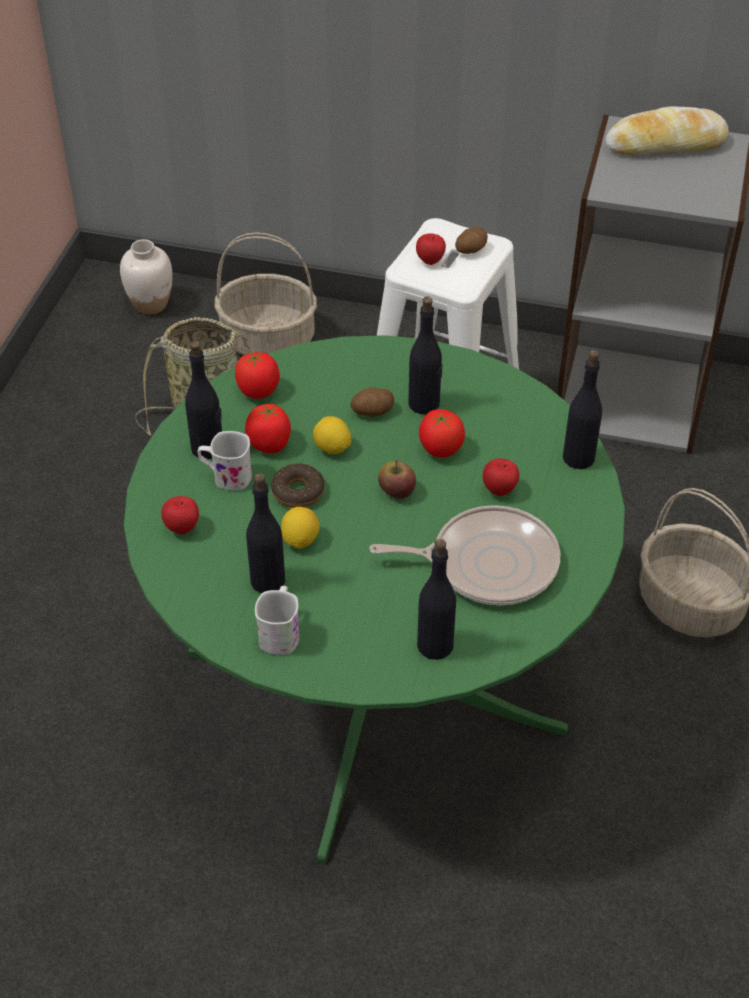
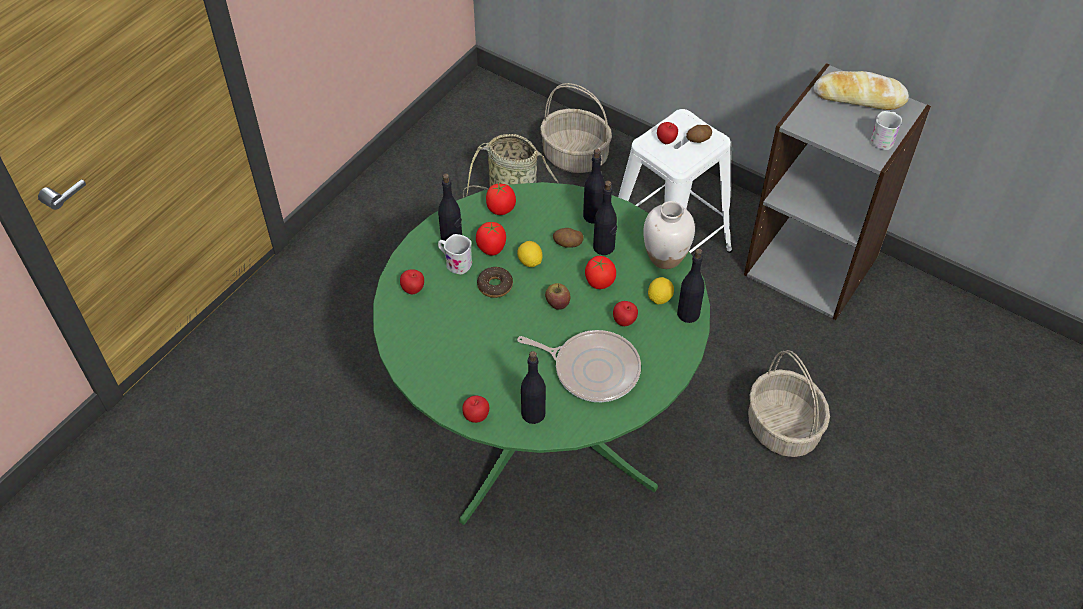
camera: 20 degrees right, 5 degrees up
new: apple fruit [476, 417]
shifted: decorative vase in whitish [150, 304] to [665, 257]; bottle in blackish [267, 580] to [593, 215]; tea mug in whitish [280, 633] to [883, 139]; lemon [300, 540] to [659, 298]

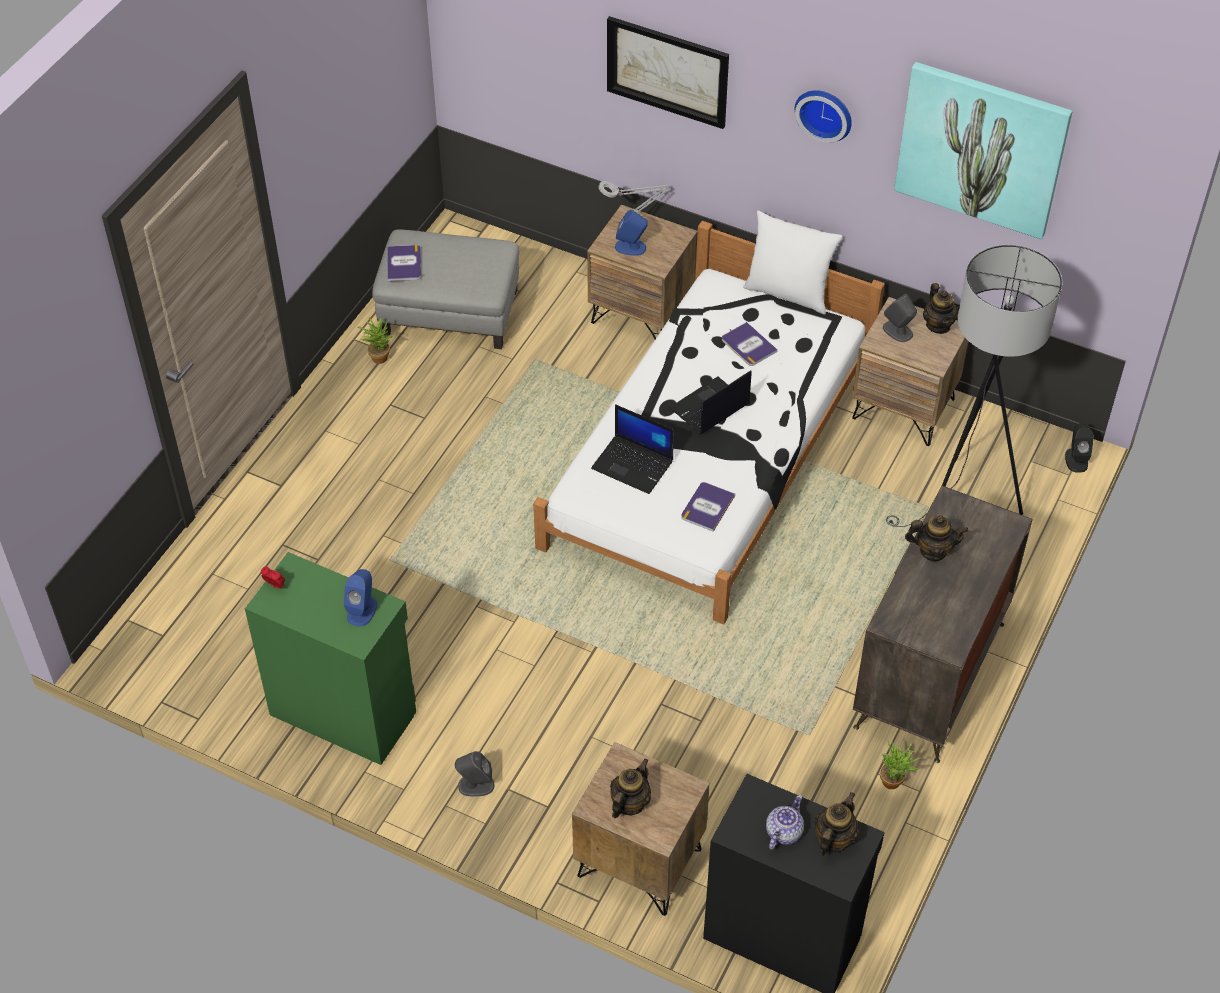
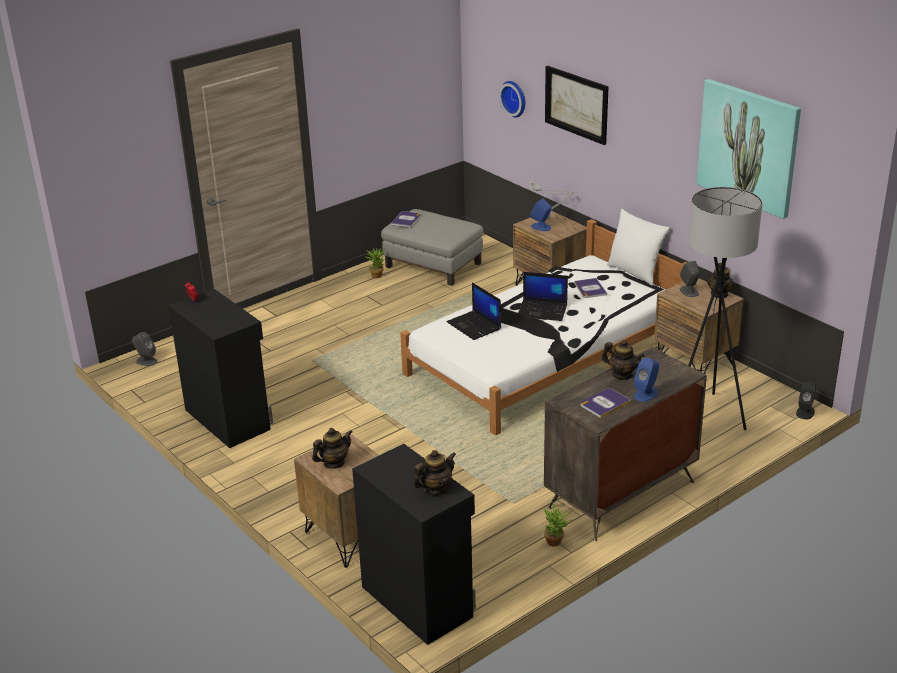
camera: 25 degrees right, 20 degrees down
gone: tea pot [783, 832]
shifted: speaker in blue-coloured [362, 610] to [646, 394]; speaker in gray [475, 785] to [146, 361]; volume [707, 507] to [604, 403]; wall clock [825, 113] to [515, 98]
repainted: cupboard in green [343, 711] to cupboard in blackish [228, 418]
rotated: laptop [709, 407] = [543, 310] 150 degrees counterclockwise

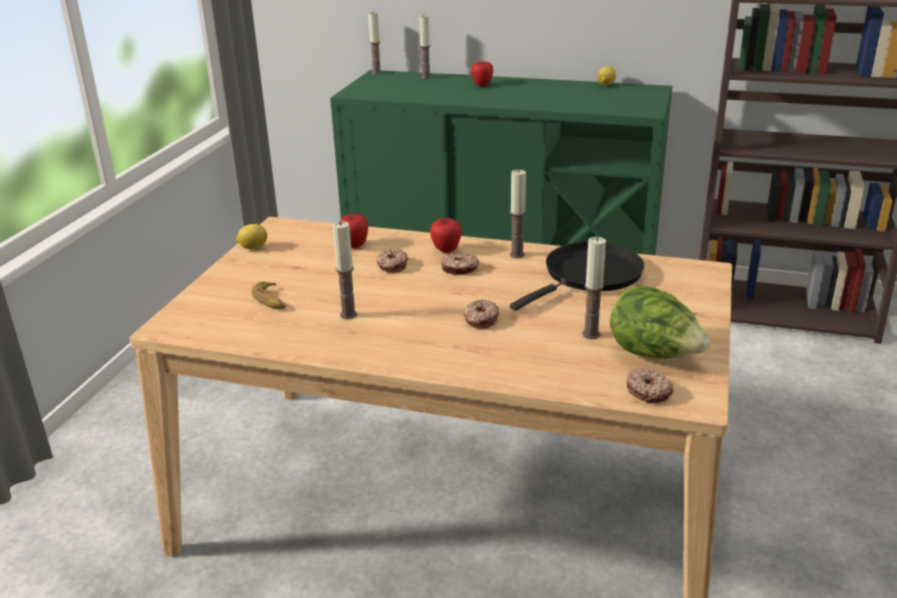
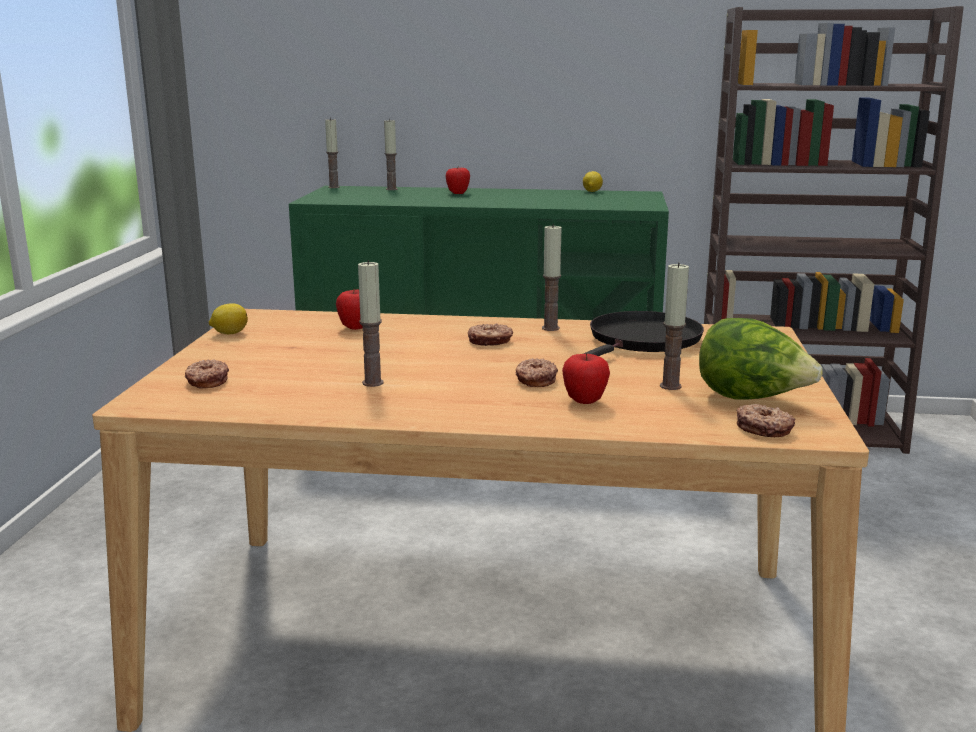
camera: 10 degrees left, 10 degrees down
gone: whole banana [271, 300]
shifted: ring doughnut [392, 266] to [206, 381]; apple fruit [446, 250] to [585, 401]

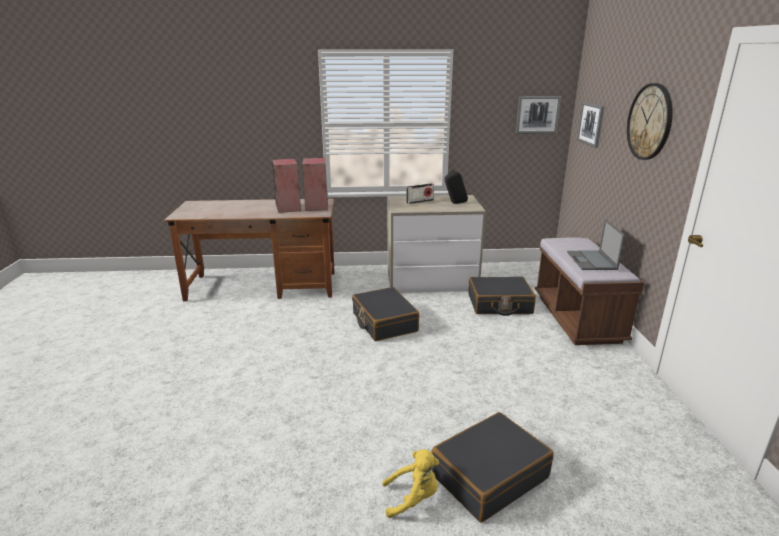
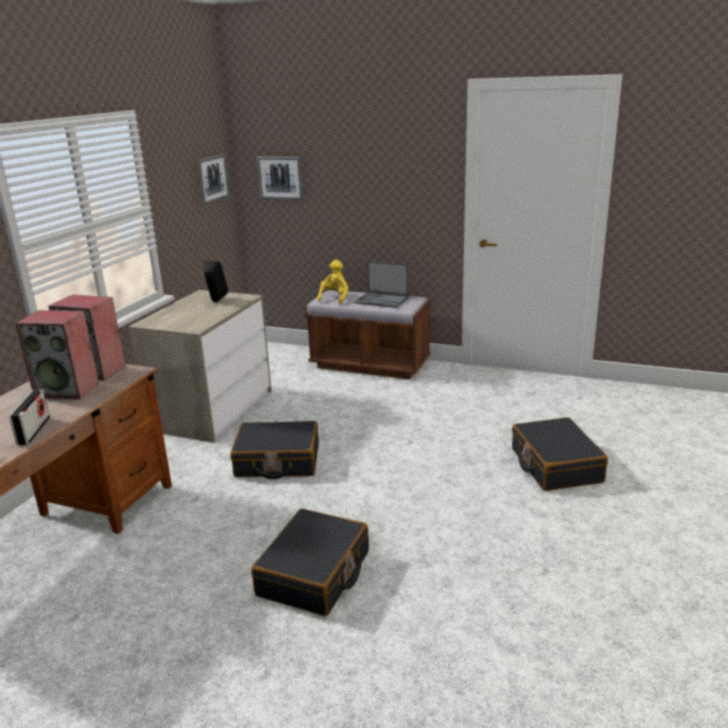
camera: 65 degrees left, 0 degrees up
gone: wall clock [650, 122]
shifted: soft toy in yellow [413, 498] to [335, 298]; radio receiver [419, 201] to [34, 431]; suitcase in blackish [499, 304] to [314, 574]

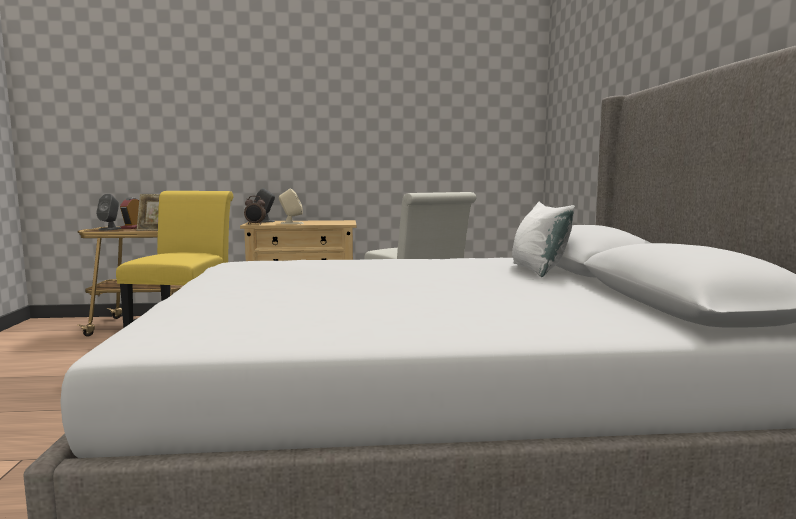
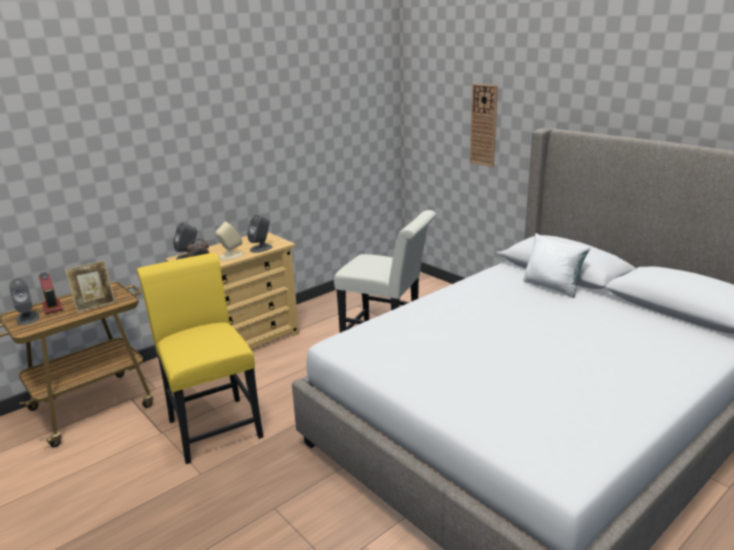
camera: 35 degrees left, 15 degrees up
new: speaker in gray [261, 248]; wall clock [484, 125]

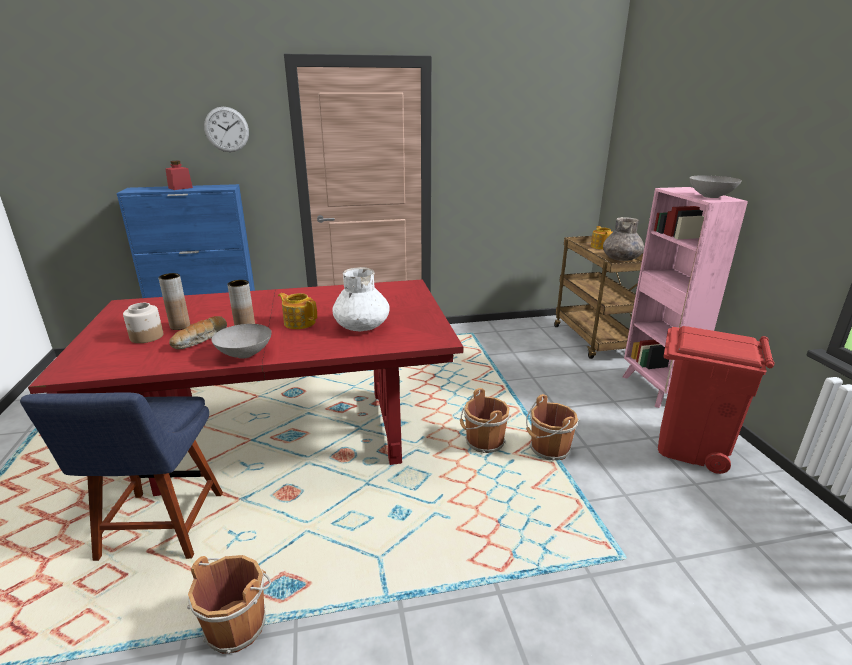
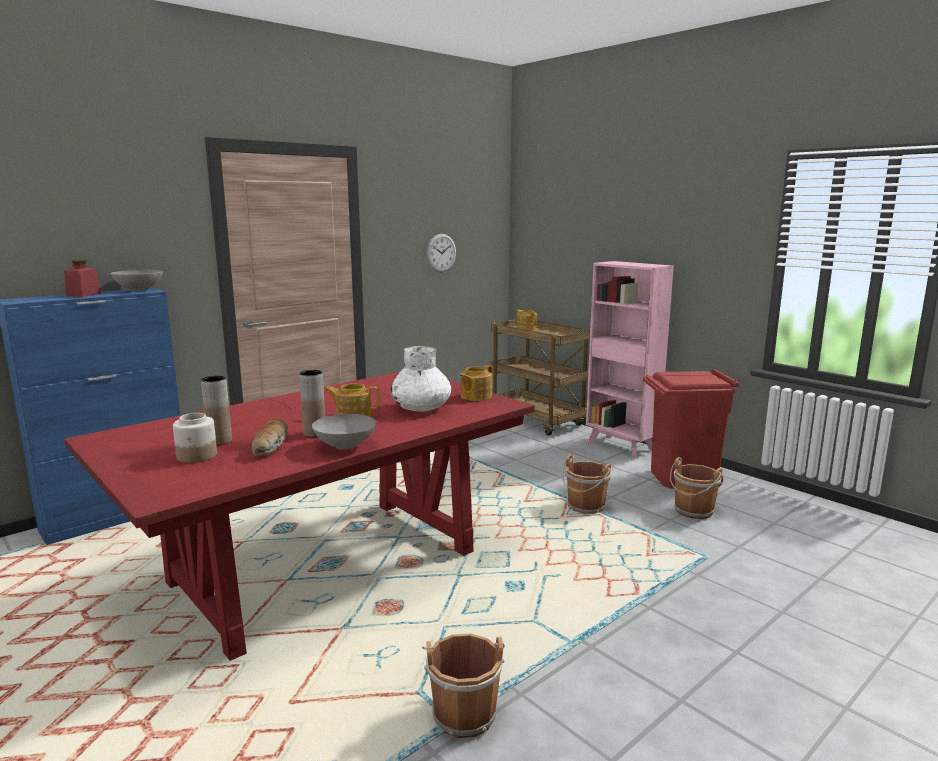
camera: 30 degrees left, 10 degrees down
gone: upright chair in blue-coloured [160, 530]; decorative vase in gray [621, 259]
new: tea pot [475, 396]
shifted: wall clock [226, 129] to [441, 253]; pail in brown [483, 443] to [693, 511]; serving bowl in gray [711, 196] to [139, 290]

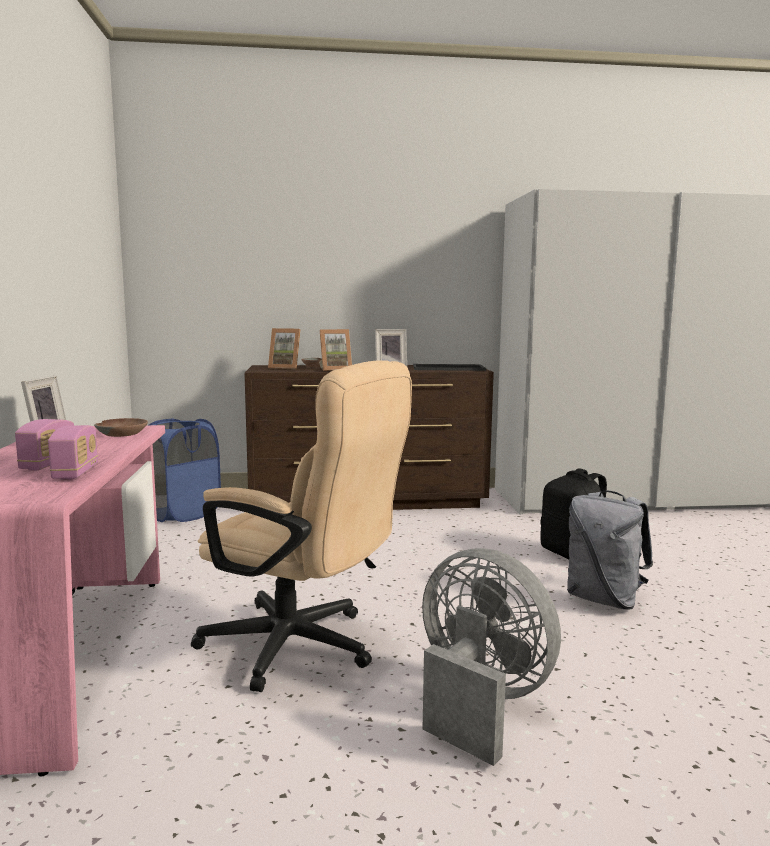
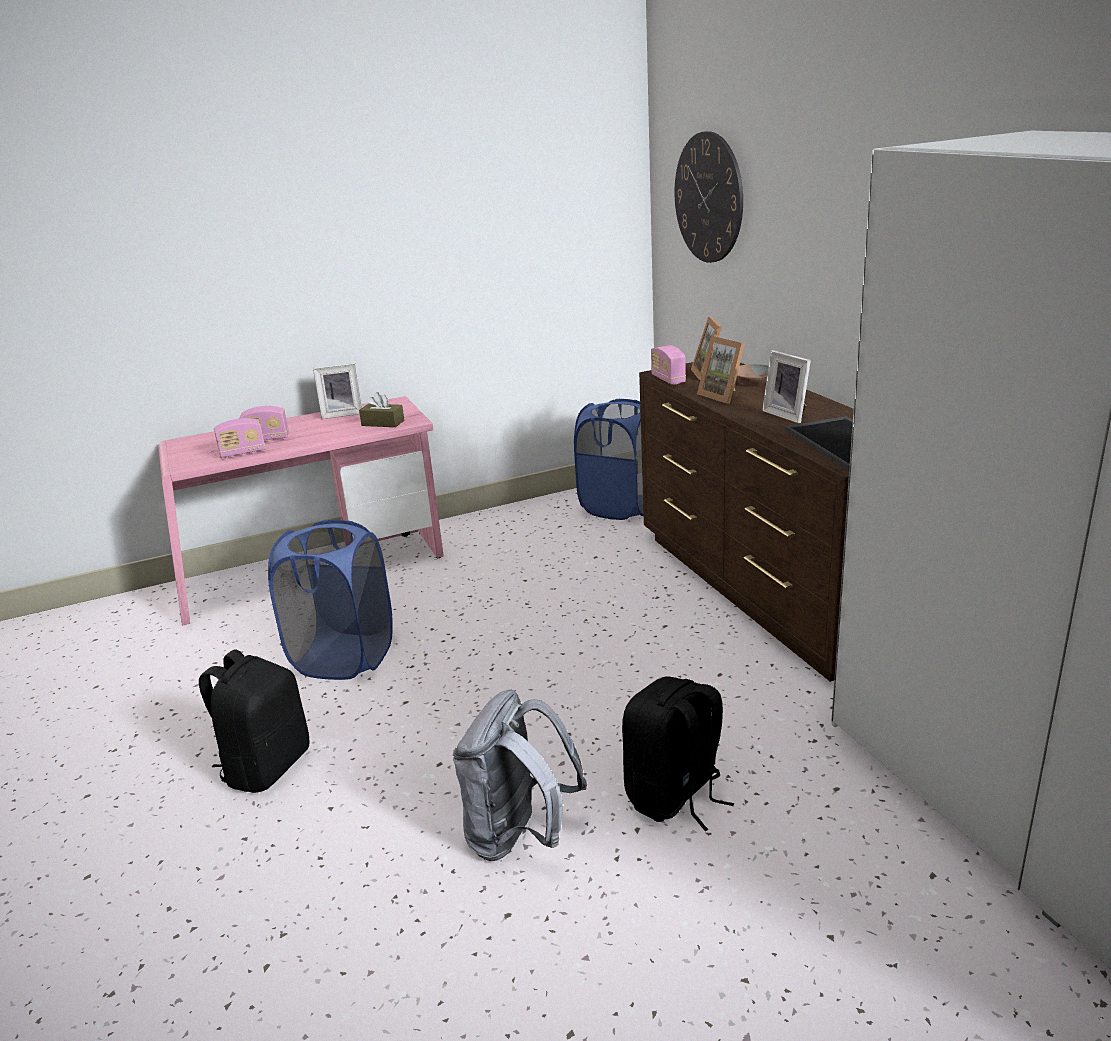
camera: 75 degrees right, 15 degrees up
new: radio receiver [668, 379]; wall clock [708, 198]
swapped: serving bowl in brown [122, 433] to tissue box in brown [383, 423]; office chair in sand-coloured [303, 648] to washing basket in blue-coloured [343, 657]; electric fan in gray [479, 702] to knapsack in blackish [266, 766]

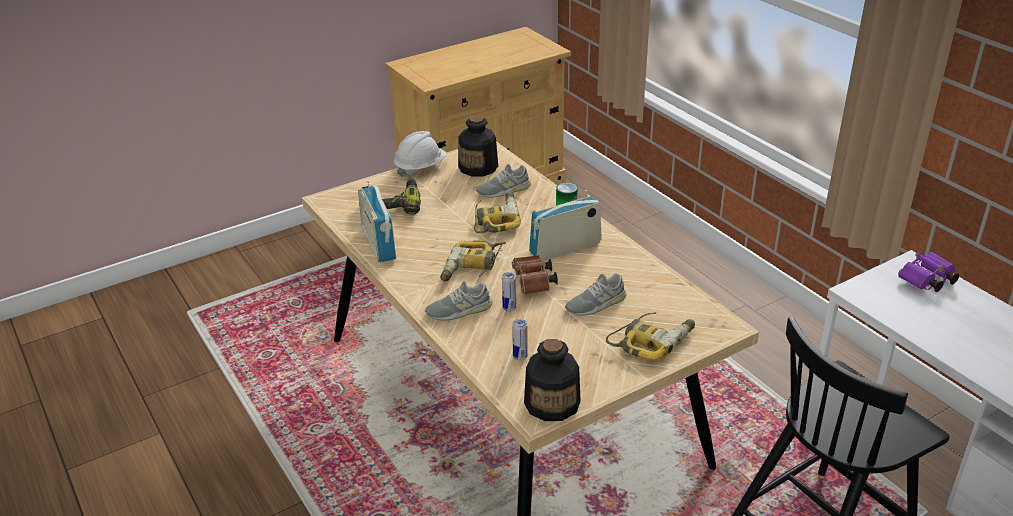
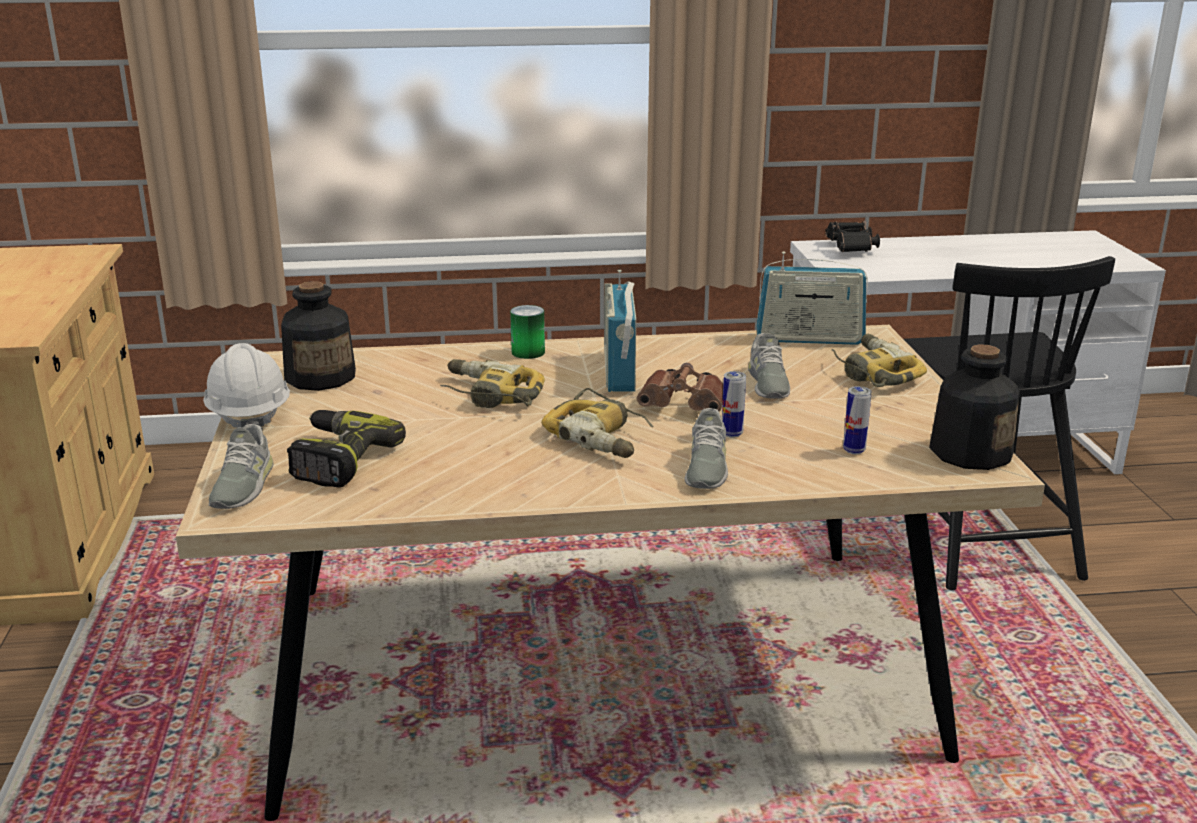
camera: 65 degrees left, 10 degrees down
shifted: radio receiver [379, 244] to [809, 339]; low shoe in gray [503, 190] to [242, 485]
repainted: binoculars in purple-coloured [926, 281] to binoculars in blackish [851, 249]

